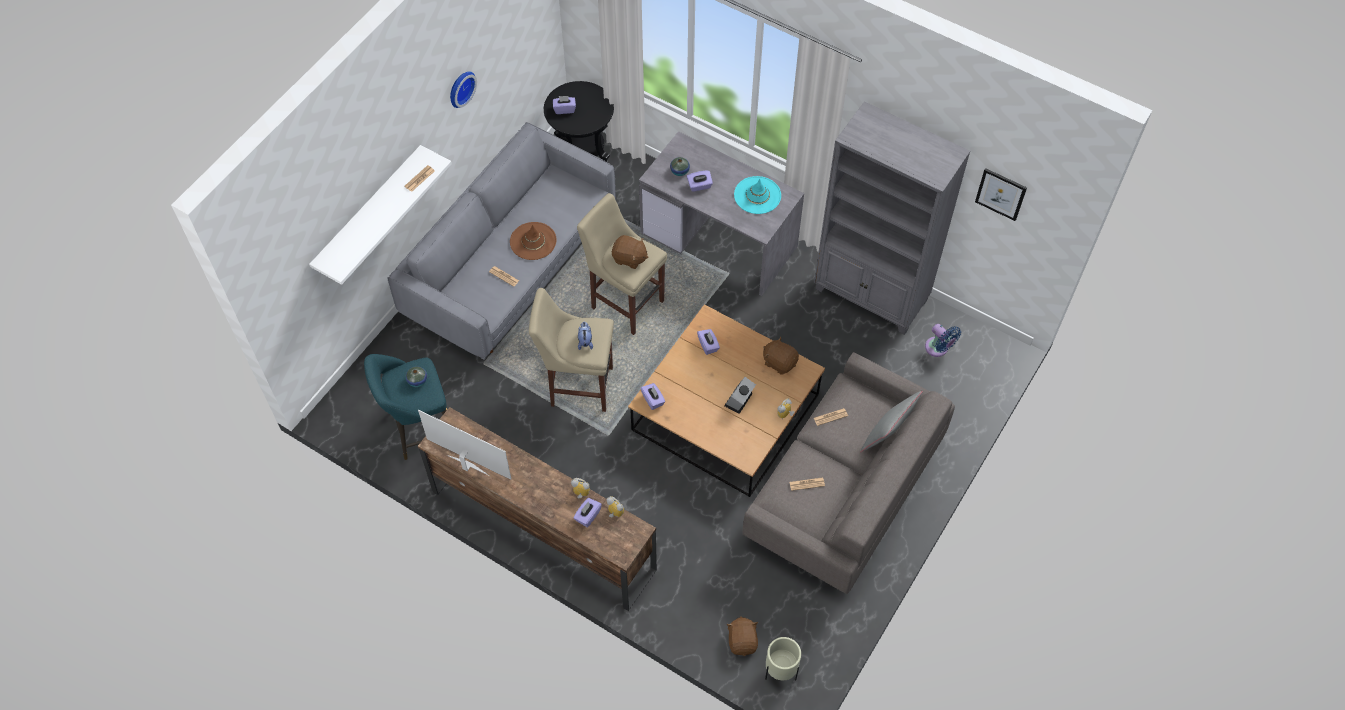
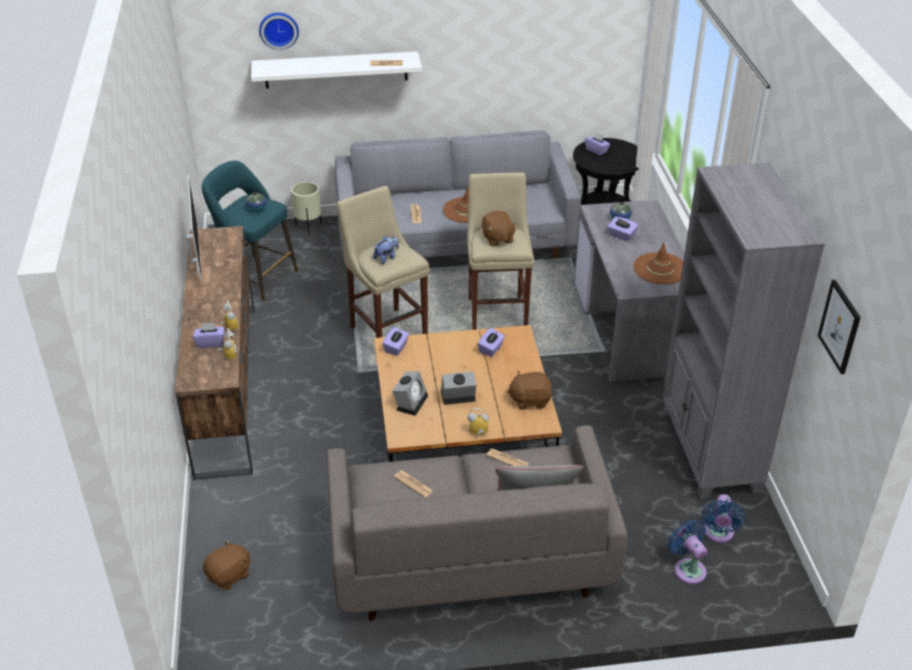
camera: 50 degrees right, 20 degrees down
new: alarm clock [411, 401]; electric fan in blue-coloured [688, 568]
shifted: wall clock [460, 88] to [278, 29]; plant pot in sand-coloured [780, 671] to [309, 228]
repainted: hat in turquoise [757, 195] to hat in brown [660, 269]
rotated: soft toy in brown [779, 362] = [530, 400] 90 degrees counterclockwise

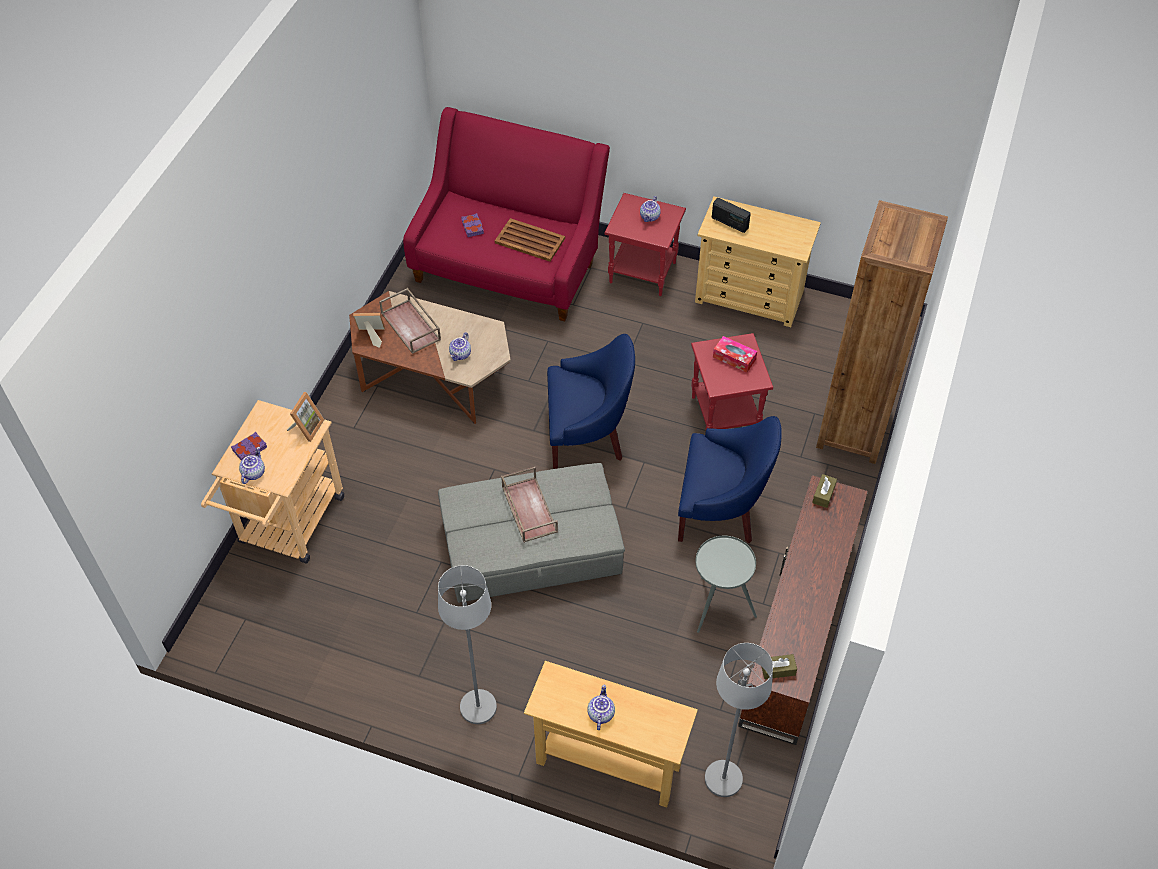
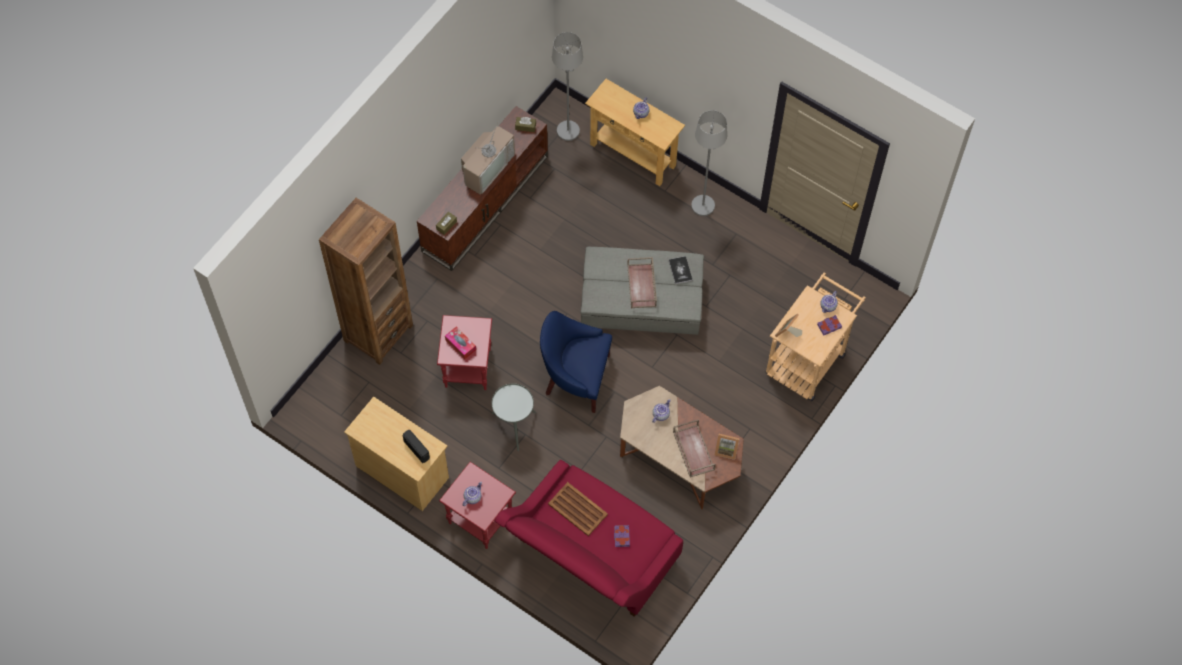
camera: 165 degrees left, 10 degrees up
gone: easy chair in blue-coloured [720, 509]
new: television [487, 167]; volume [680, 270]
shifted: accent table in gray [718, 605] to [514, 427]

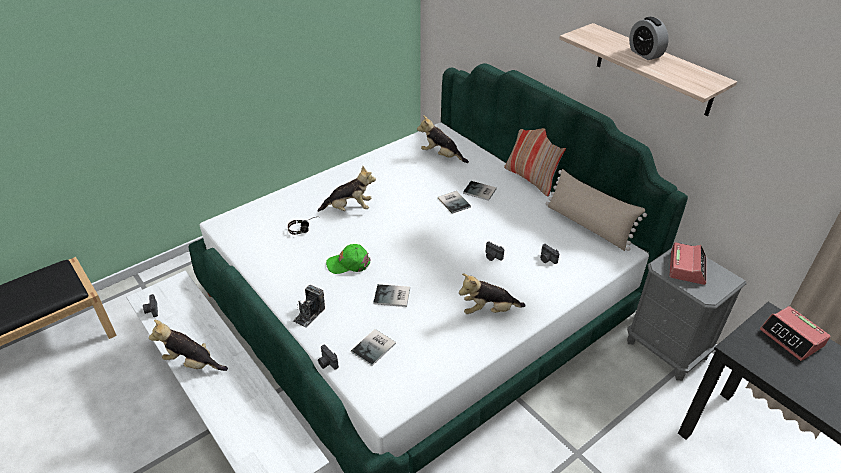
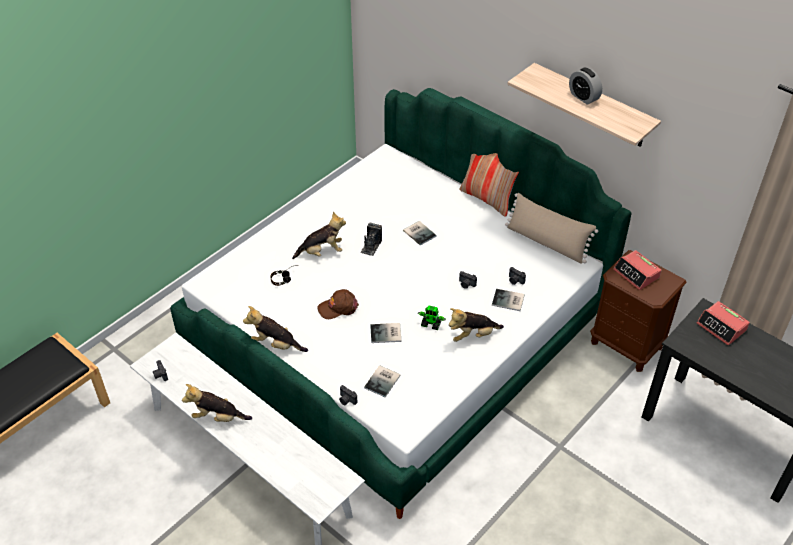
camera: 10 degrees left, 5 degrees up
new: toy robot [431, 324]
shifted: photo camera [309, 314] to [371, 246]; soft toy [441, 156] to [276, 344]; volume [480, 192] to [508, 301]
repainted: peaked cap in green [349, 263] to peaked cap in brown [338, 307]; nightstand in gray [667, 349] to nightstand in brown [626, 345]
rotated: alarm clock [687, 267] = [636, 274] 135 degrees clockwise

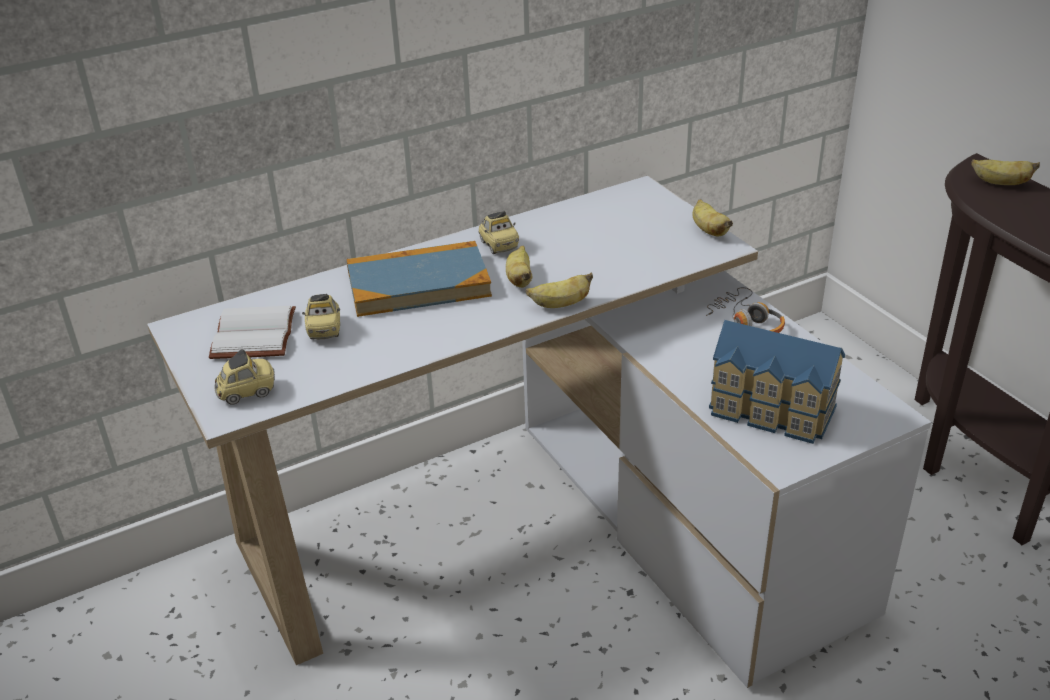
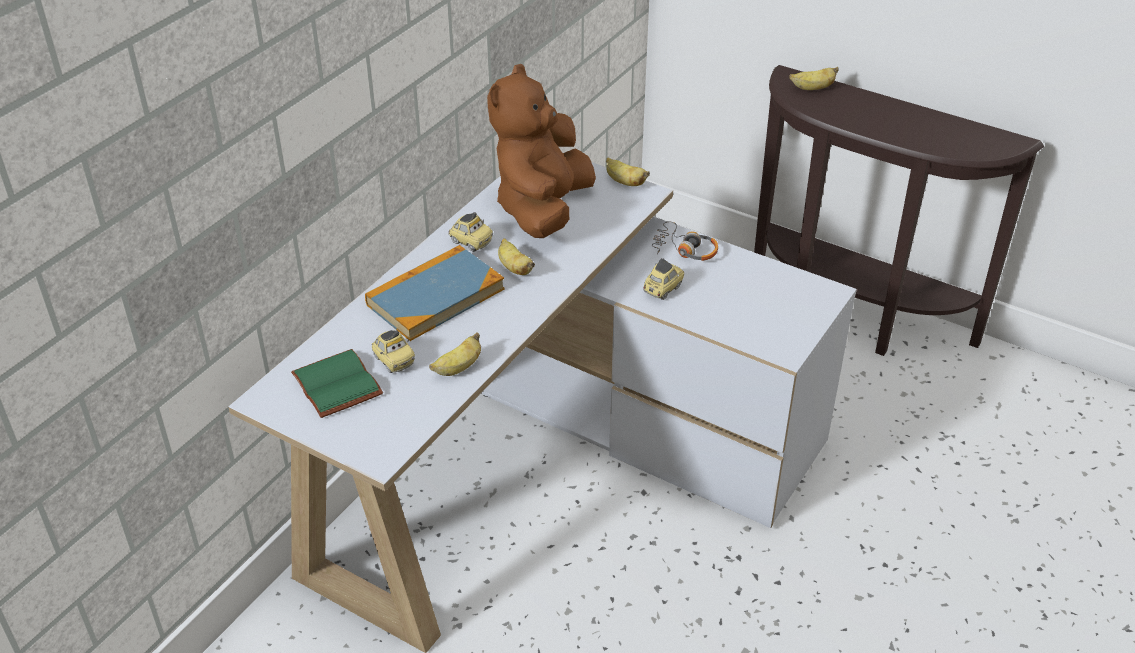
camera: 30 degrees left, 5 degrees up
gone: toy house [771, 412]
new: soft toy in brown [542, 209]
shifted: model car [247, 392] to [662, 289]; whole banana [560, 305] to [458, 368]
repainted: volume in whitish [256, 335] to volume in green [340, 385]

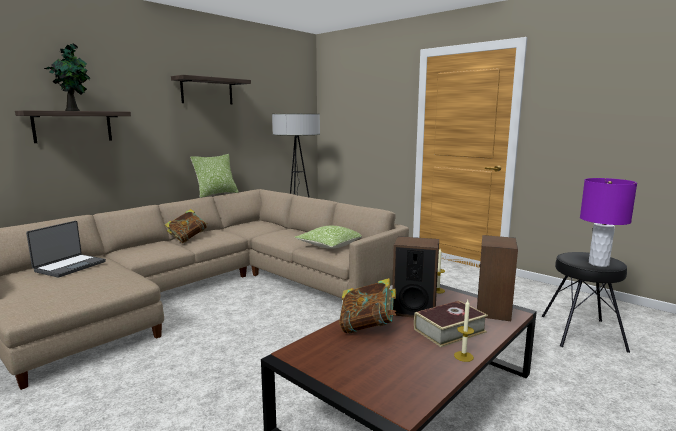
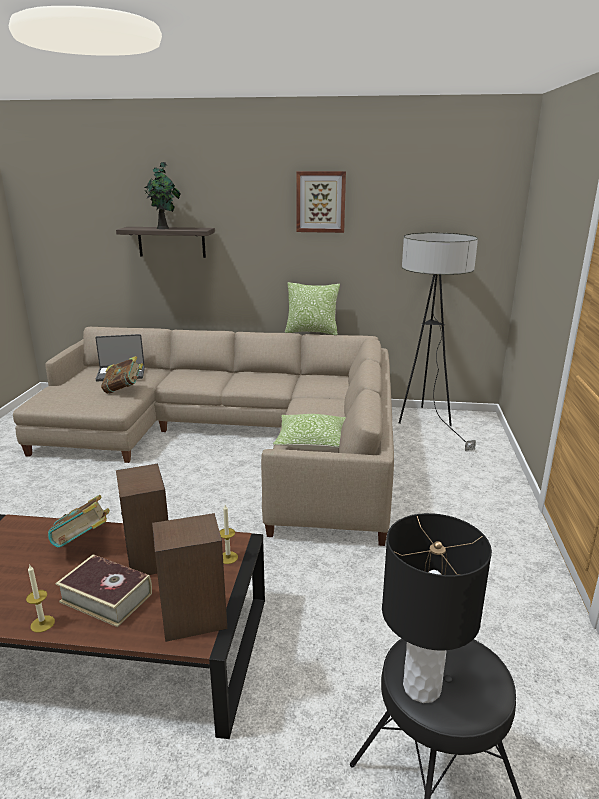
camera: 55 degrees right, 10 degrees up
shifted: volume [187, 239] to [124, 390]
swapped: shelf [207, 91] to picture [320, 202]
repainted: table lamp in purple-coloured [599, 264] to table lamp in blackish [422, 687]

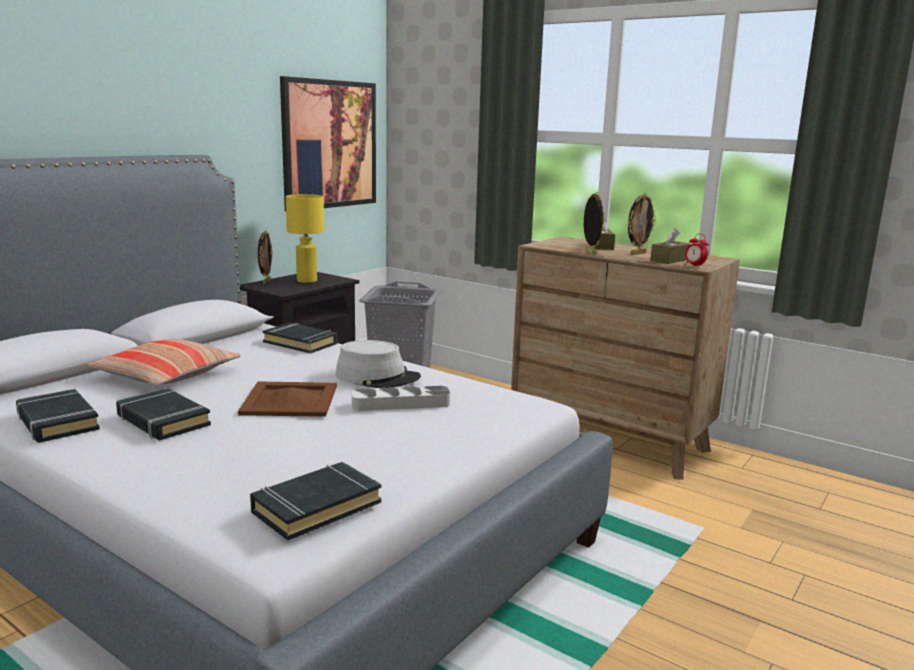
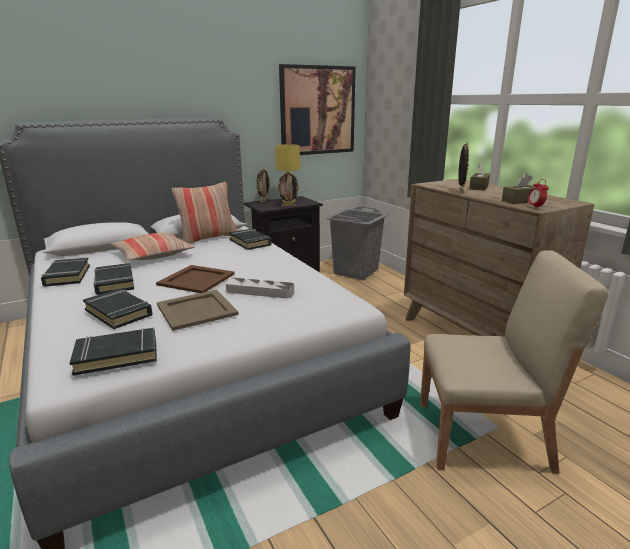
camera: 25 degrees right, 5 degrees up
gone: hat in gray [377, 377]
new: volume in blackish [119, 312]; tray in sand-coloured [196, 310]; throw pillow [208, 238]; upright chair in sand-coloured [485, 436]
shifted: photo frame [637, 253] to [288, 206]

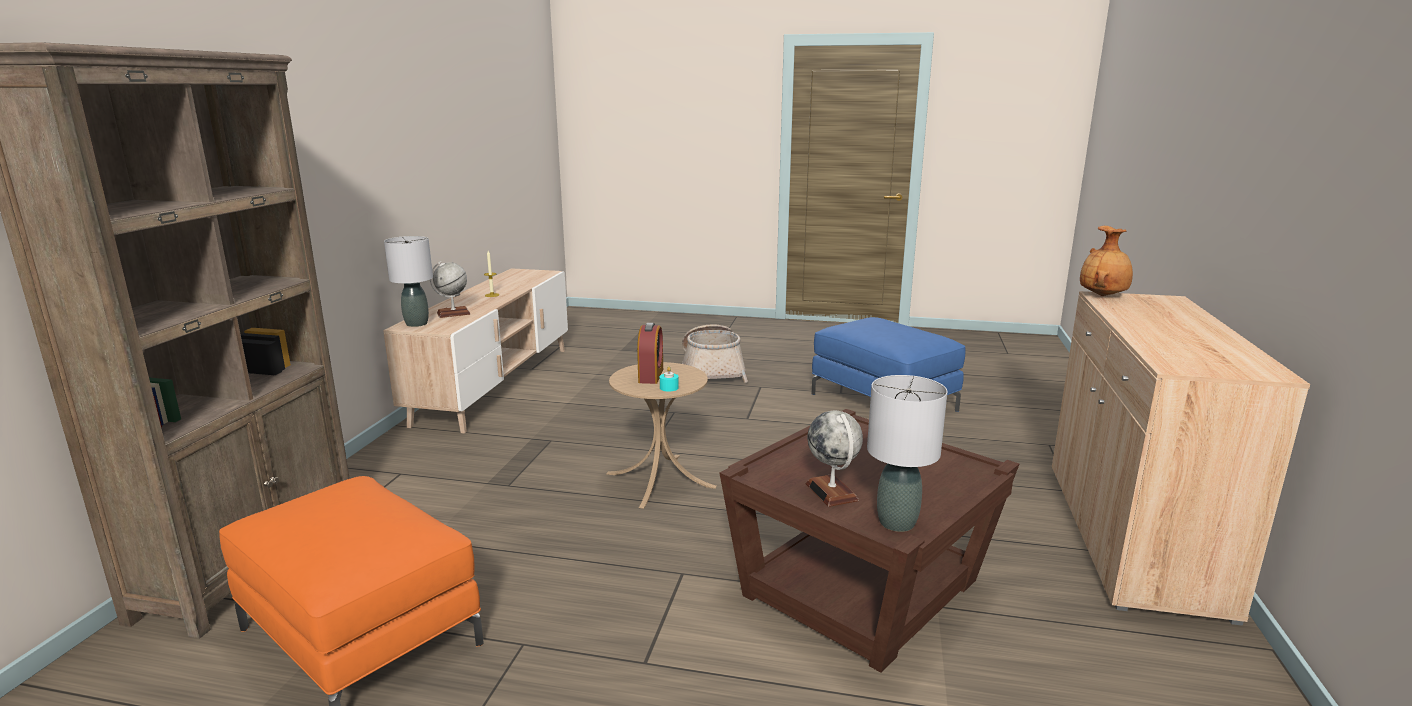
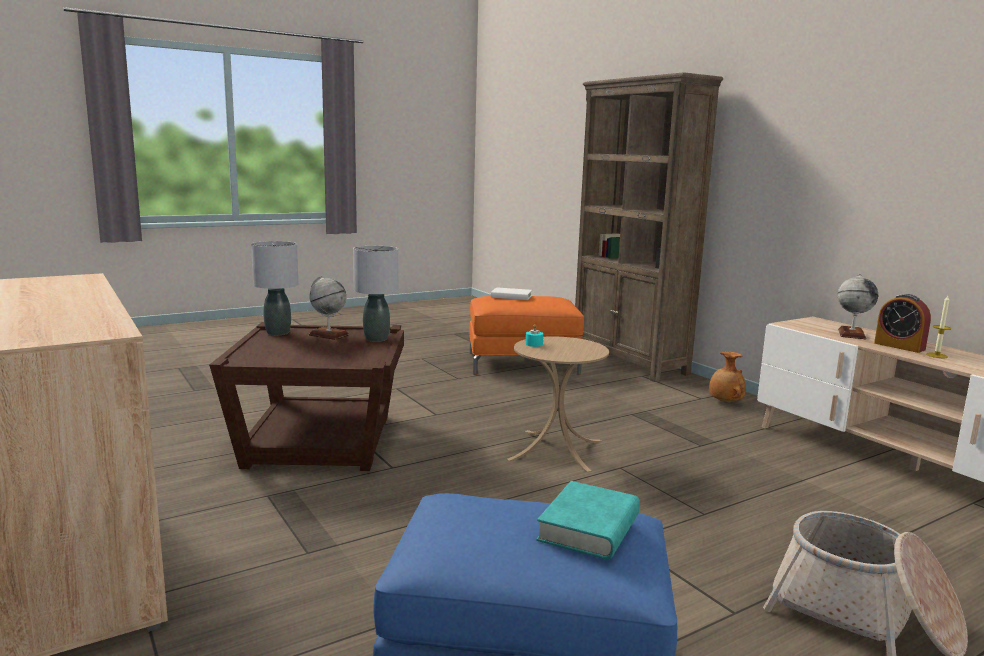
camera: 135 degrees right, 5 degrees down
new: volume in whitish [511, 296]; volume in turquoise [589, 528]
shifted: table lamp in gray [416, 324] to [376, 338]; alarm clock [651, 375] to [899, 346]; decorative vase in brown [1103, 296] to [725, 402]

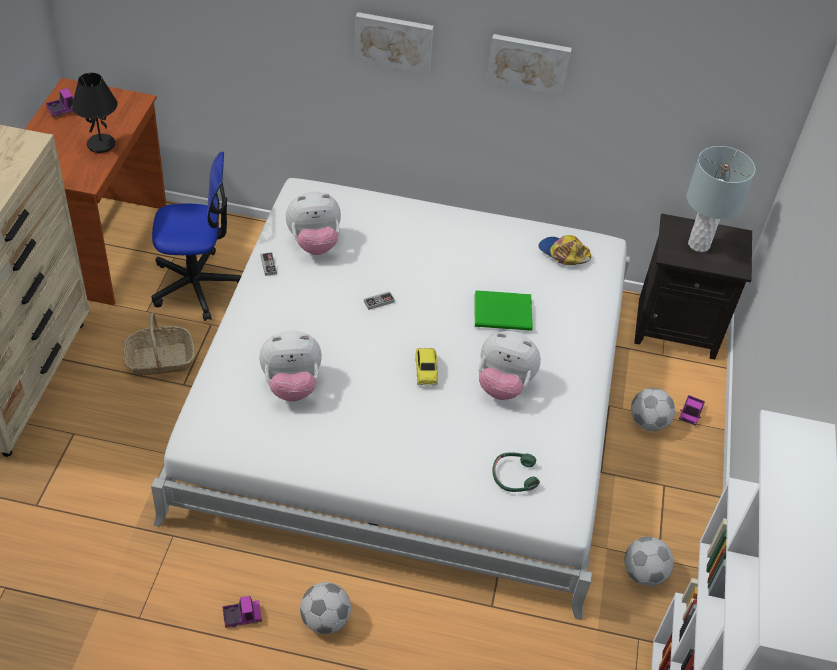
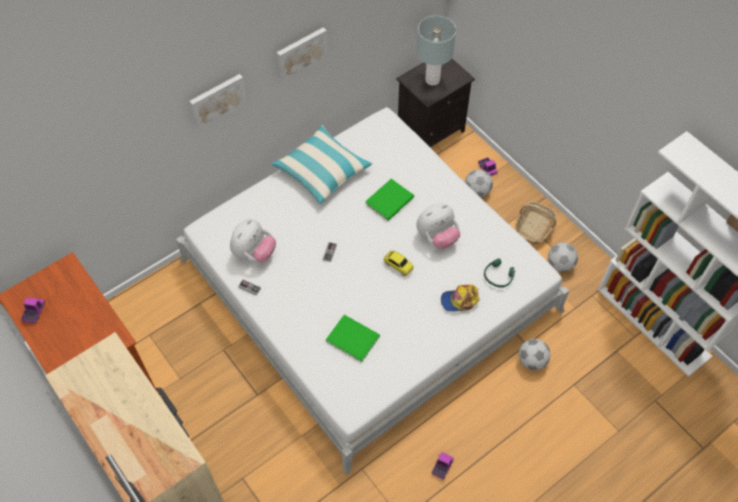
camera: 45 degrees left, 10 degrees up
gone: table lamp in blackish [101, 144]; office chair [197, 285]
new: throw pillow [322, 171]
shifted: storage basket [160, 359] to [533, 228]; football [325, 620] to [532, 361]; peaked cap [563, 254] to [460, 300]
swapped: soft toy [291, 385] to volume in green [352, 337]

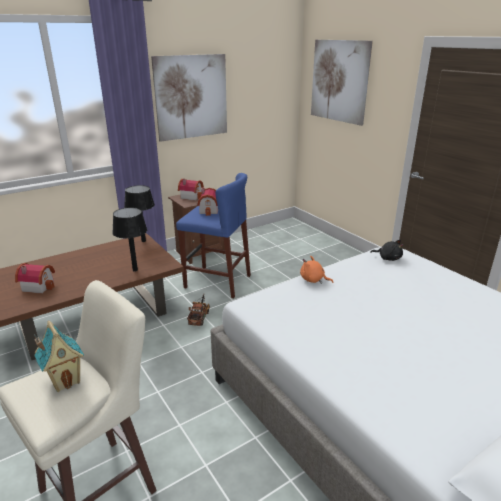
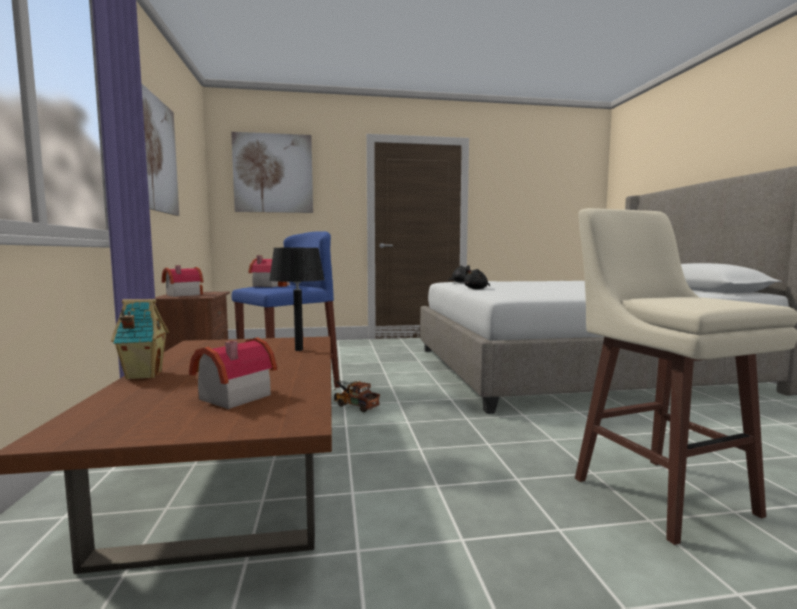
camera: 65 degrees left, 20 degrees down
gone: table lamp in blackish [144, 241]
shifted: toy house [65, 380] to [143, 375]
repainted: soft toy in orange [313, 280] to soft toy in blackish [477, 289]

